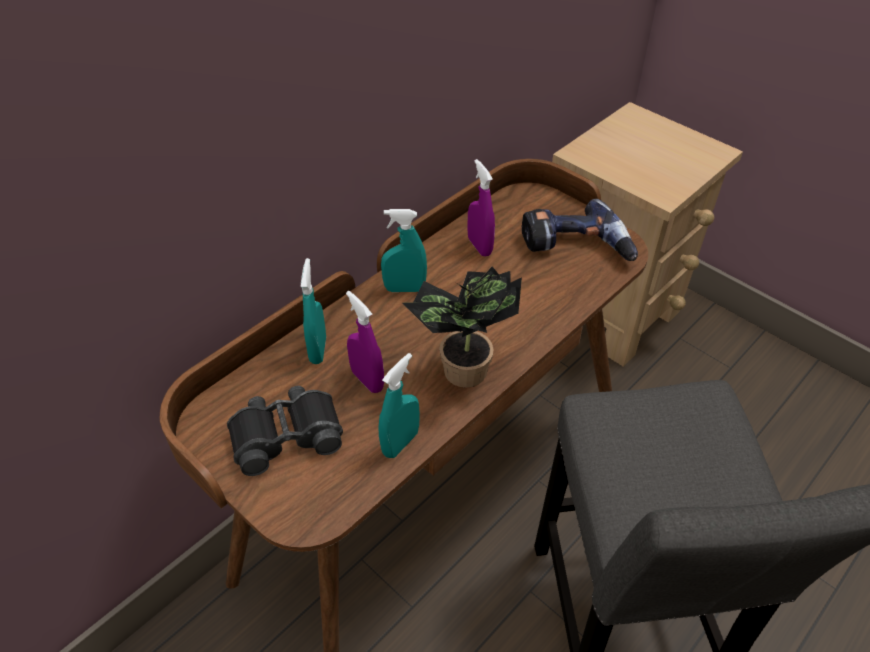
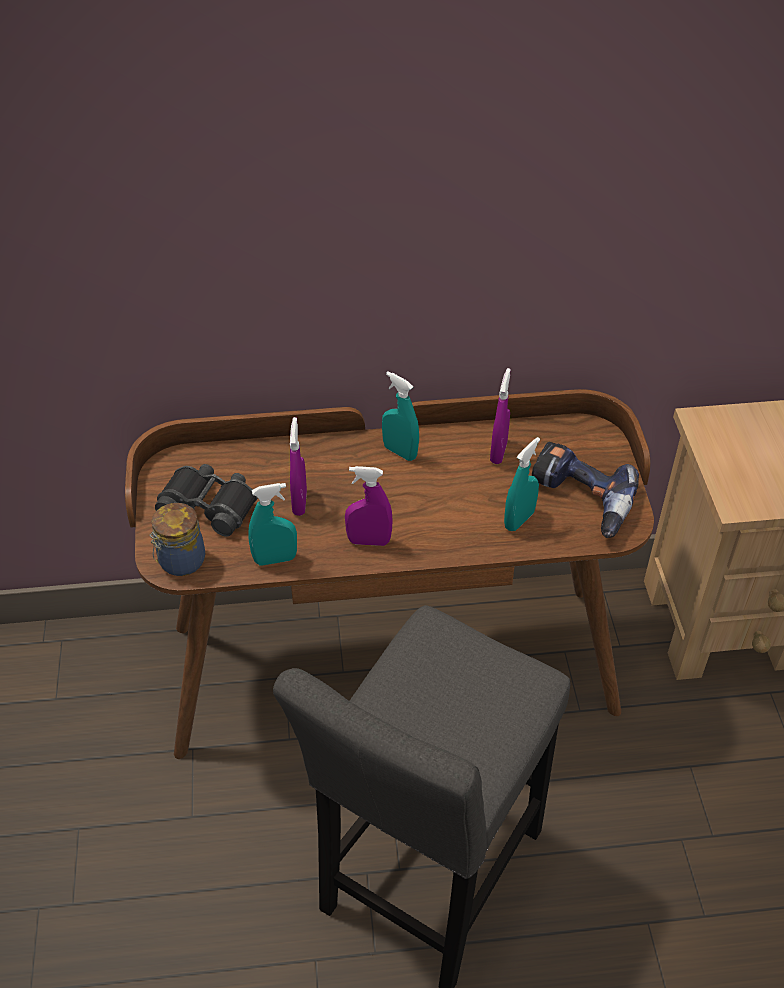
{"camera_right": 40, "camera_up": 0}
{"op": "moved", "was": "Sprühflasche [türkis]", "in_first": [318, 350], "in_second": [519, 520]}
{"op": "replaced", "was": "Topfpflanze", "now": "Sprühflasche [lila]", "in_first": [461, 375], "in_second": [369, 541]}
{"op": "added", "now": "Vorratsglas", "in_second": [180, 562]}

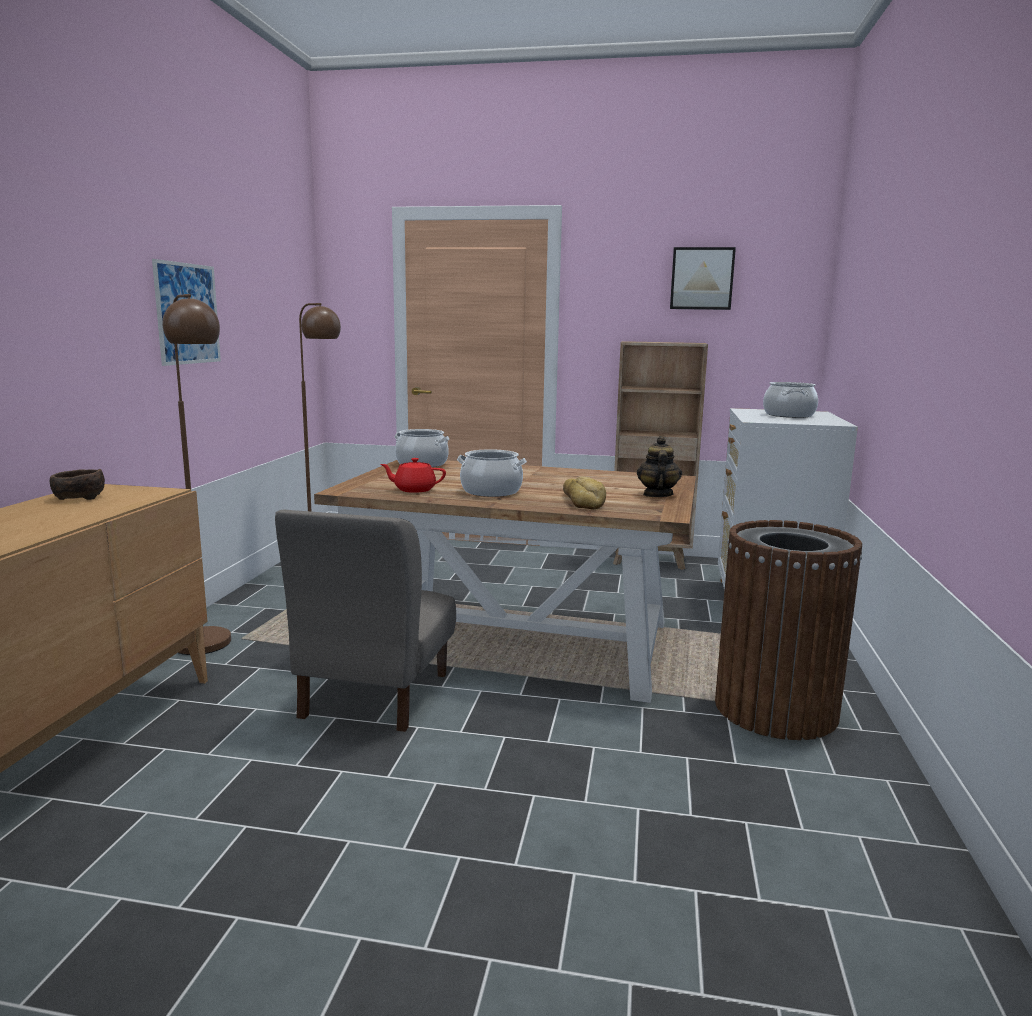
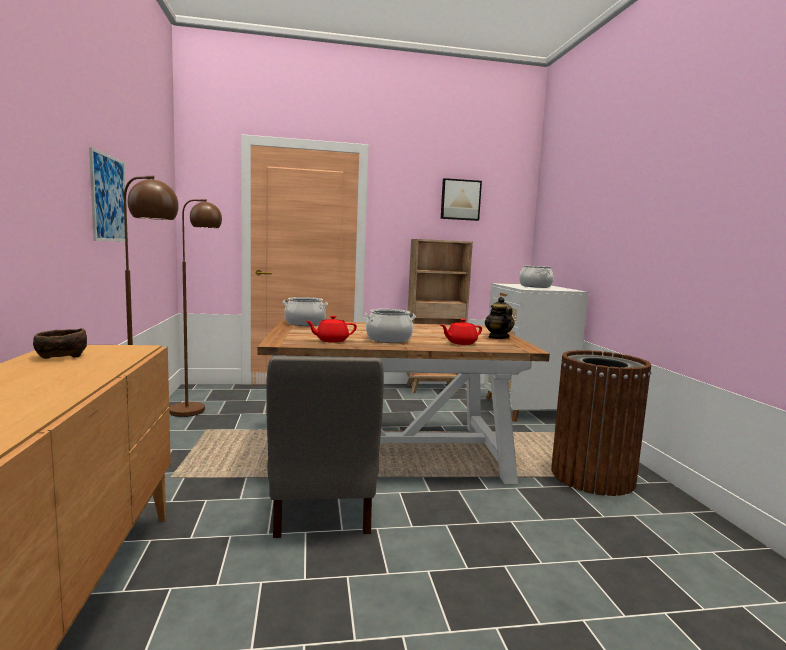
{"camera_right": -20, "camera_up": -5}
{"op": "replaced", "was": "Brot", "now": "Teekanne [rot]", "in_first": [583, 501], "in_second": [460, 343]}

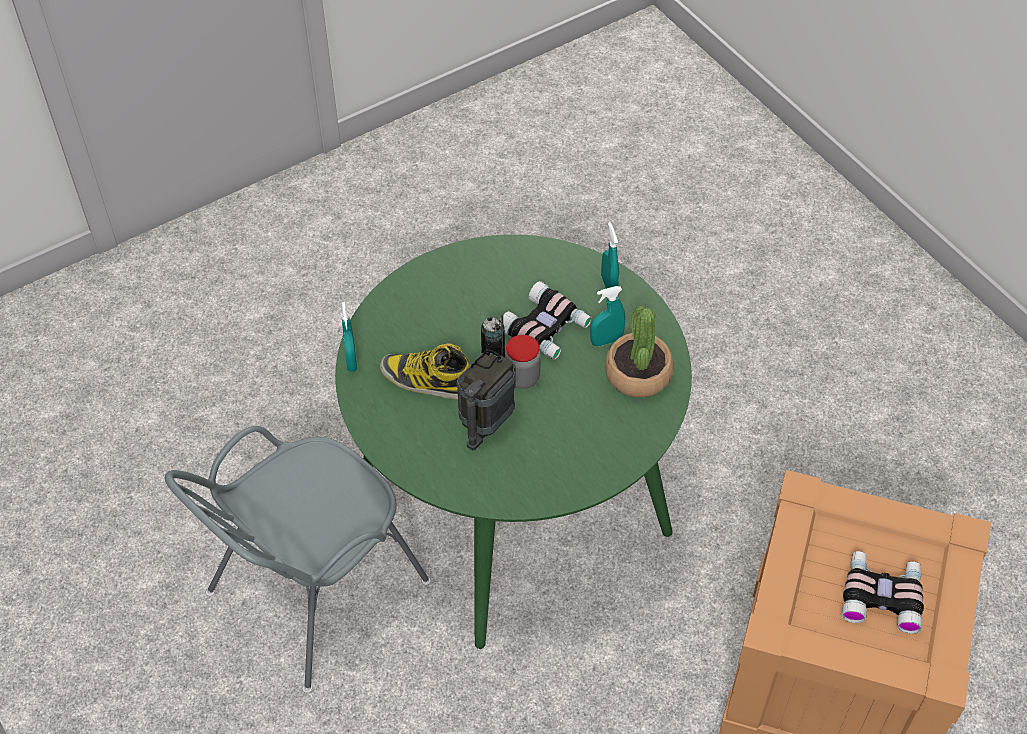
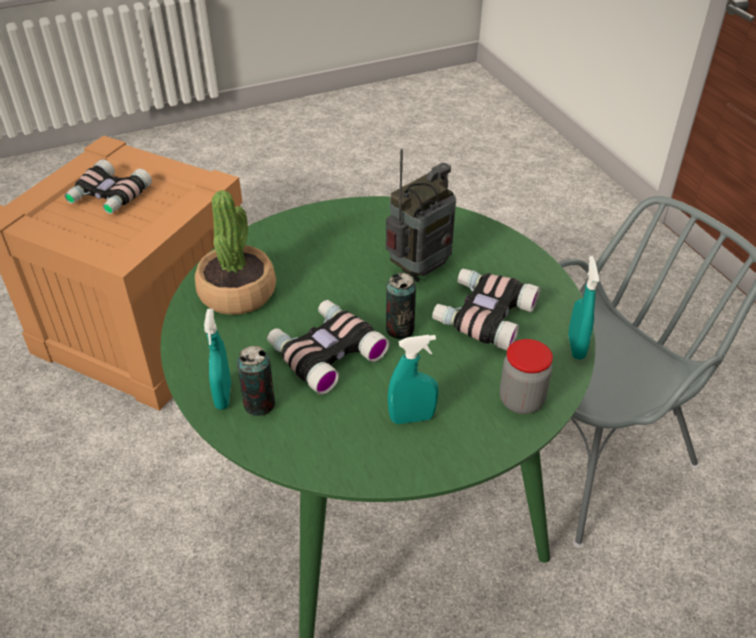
{"camera_right": -170, "camera_up": -10}
{"op": "replaced", "was": "Stiefel", "now": "Fernglas", "in_first": [426, 380], "in_second": [483, 315]}
{"op": "moved", "was": "Vorratsglas", "in_first": [522, 378], "in_second": [521, 400]}
{"op": "moved", "was": "Sprühflasche [türkis]", "in_first": [606, 341], "in_second": [412, 418]}
{"op": "added", "now": "Dose", "in_second": [259, 404]}

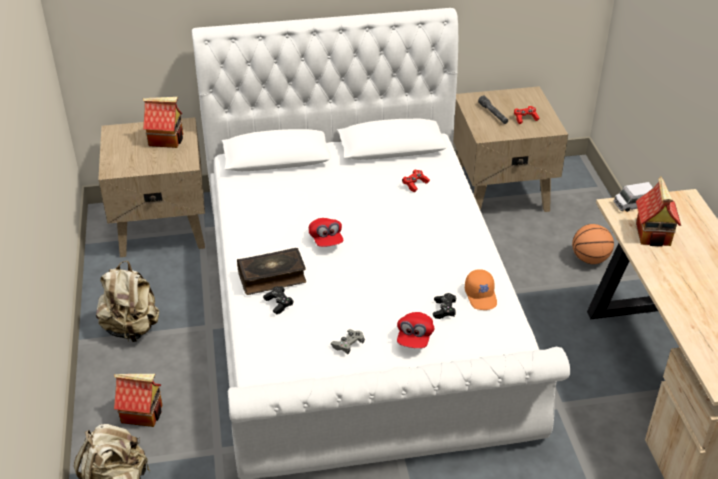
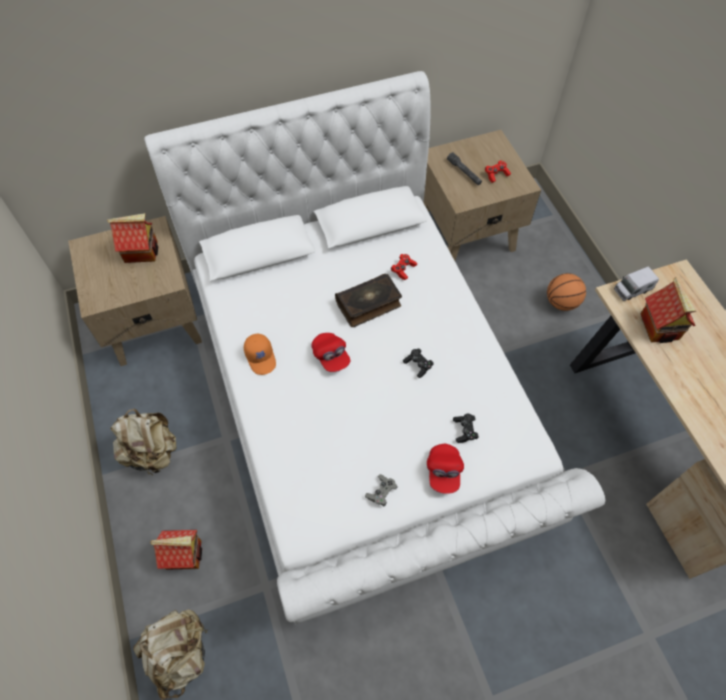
{"camera_right": -10, "camera_up": 20}
{"op": "moved", "was": "Buch", "in_first": [272, 277], "in_second": [369, 304]}
{"op": "moved", "was": "Gamepad [schwarz]", "in_first": [278, 304], "in_second": [418, 365]}
{"op": "moved", "was": "Kappe [orange]", "in_first": [481, 296], "in_second": [261, 357]}

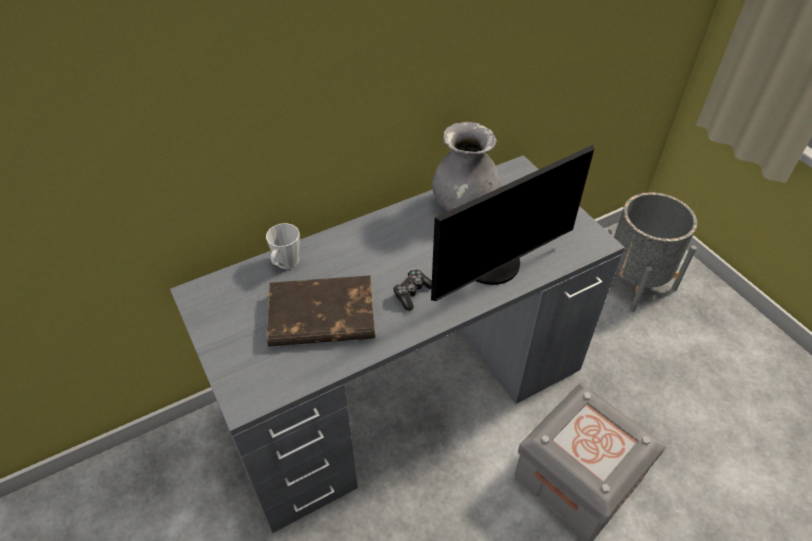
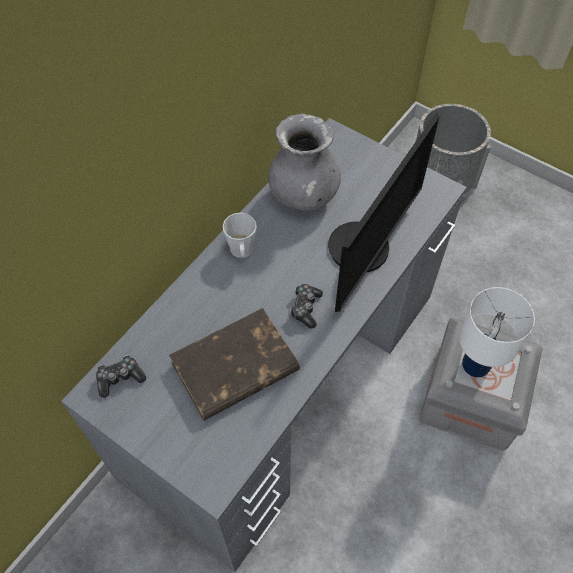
{"camera_right": -25, "camera_up": 10}
{"op": "moved", "was": "Henkelbecher [grau]", "in_first": [285, 264], "in_second": [242, 252]}
{"op": "added", "now": "Gamepad", "in_second": [120, 378]}
{"op": "added", "now": "Tischlampe [weiß]", "in_second": [476, 367]}

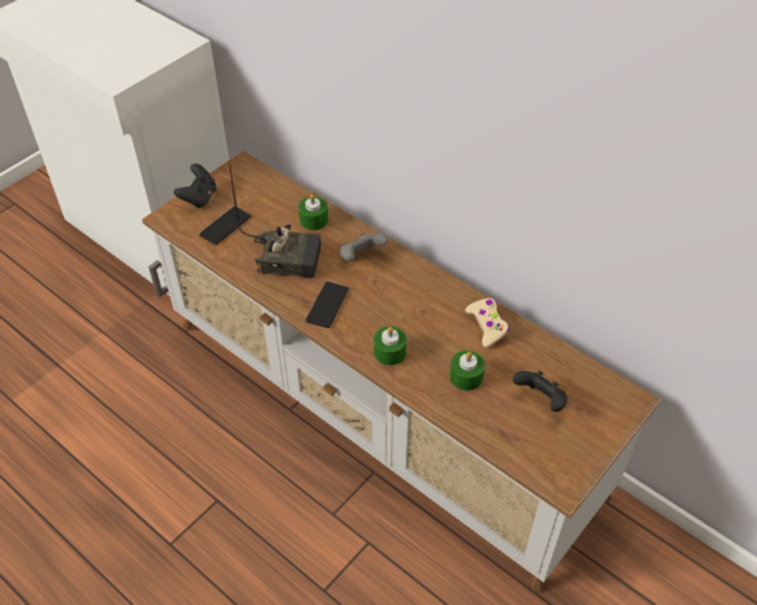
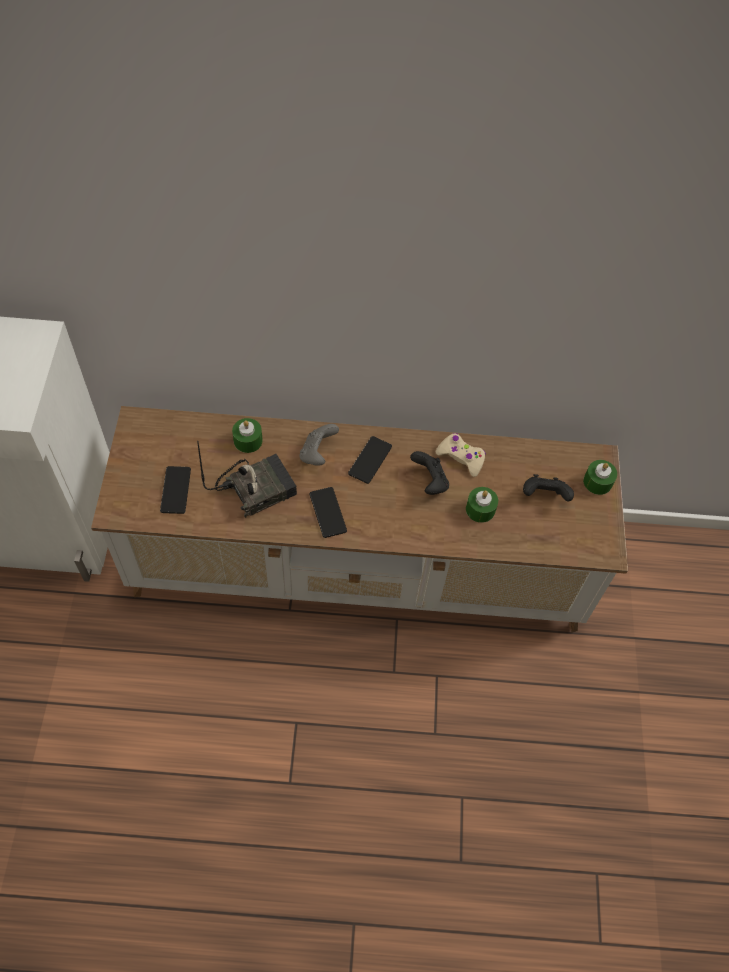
{"camera_right": -40, "camera_up": 10}
{"op": "moved", "was": "Gamepad [schwarz]", "in_first": [199, 198], "in_second": [429, 482]}
{"op": "moved", "was": "Kerze [grün]", "in_first": [389, 352], "in_second": [597, 482]}
{"op": "added", "now": "Handy", "in_second": [370, 460]}

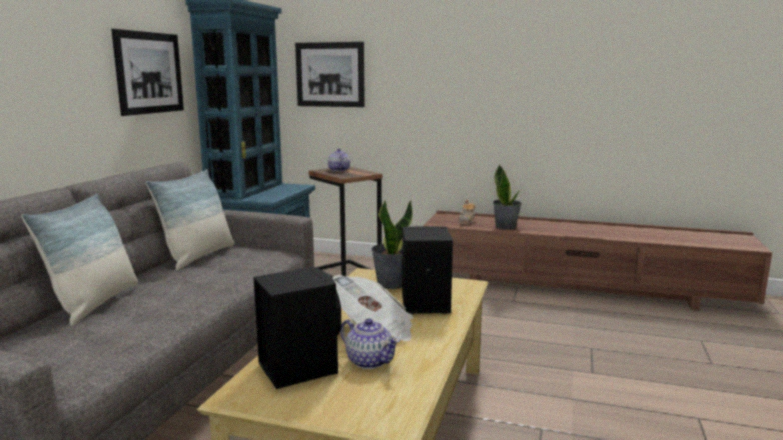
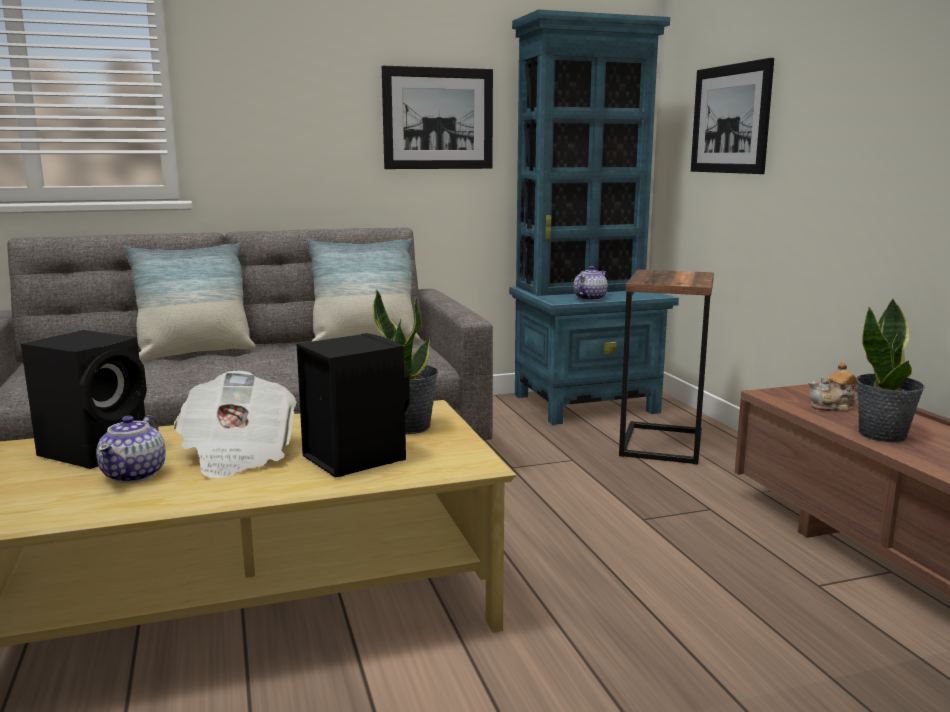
{"camera_right": 55, "camera_up": 0}
{"op": "moved", "was": "Teekanne", "in_first": [338, 170], "in_second": [589, 298]}

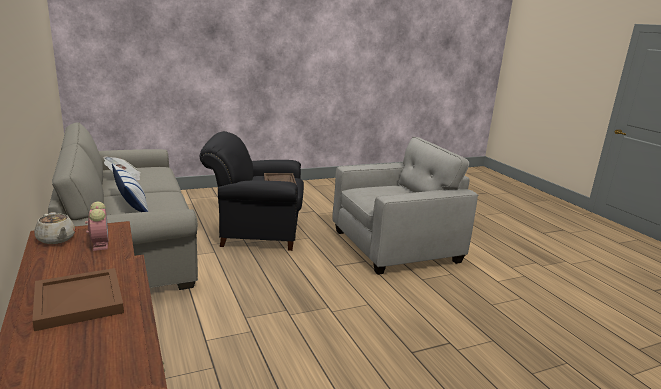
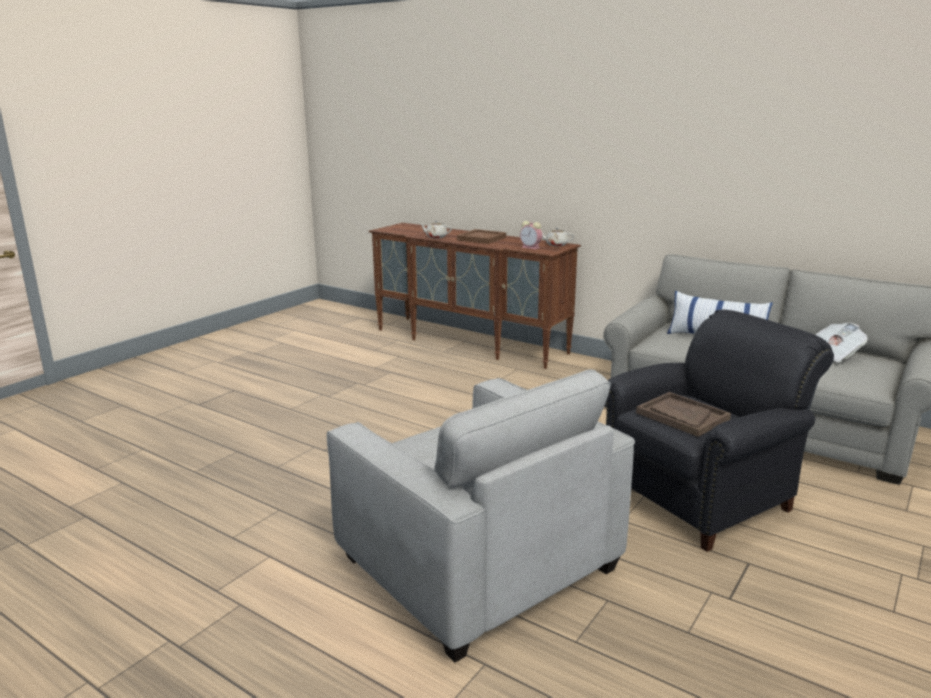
{"camera_right": 150, "camera_up": 0}
{"op": "turned", "was": "Sessel [grau]", "in_first": [395, 246], "in_second": [477, 564], "clockwise": -75}
{"op": "added", "now": "Teekanne [beige]", "in_second": [436, 237]}

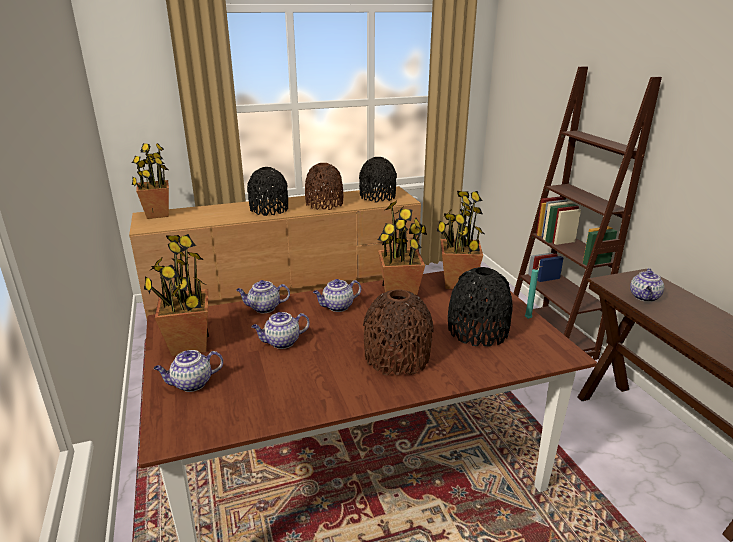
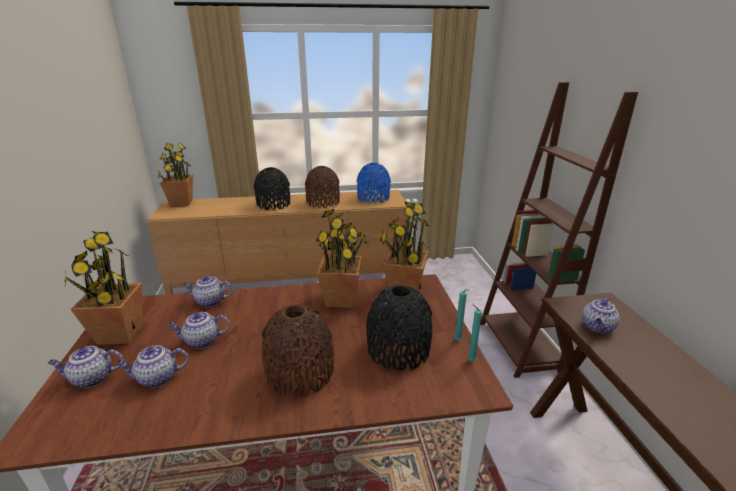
{"camera_right": 10, "camera_up": 0}
{"op": "moved", "was": "Teekanne", "in_first": [337, 307], "in_second": [157, 378]}
{"op": "recoloured", "was": "Vase [schwarz]", "now": "Vase [blau]", "in_first": [377, 197], "in_second": [373, 198]}
{"op": "added", "now": "Kerze [türkis]", "in_second": [470, 360]}

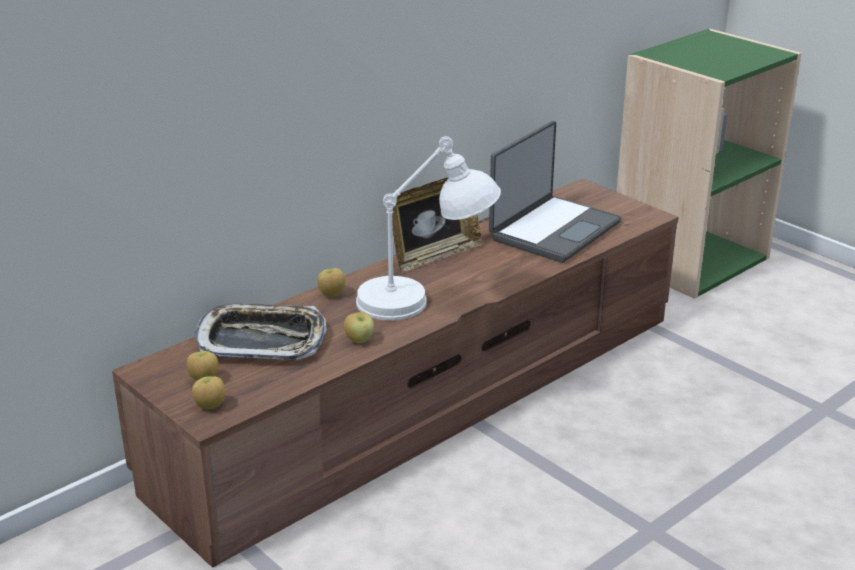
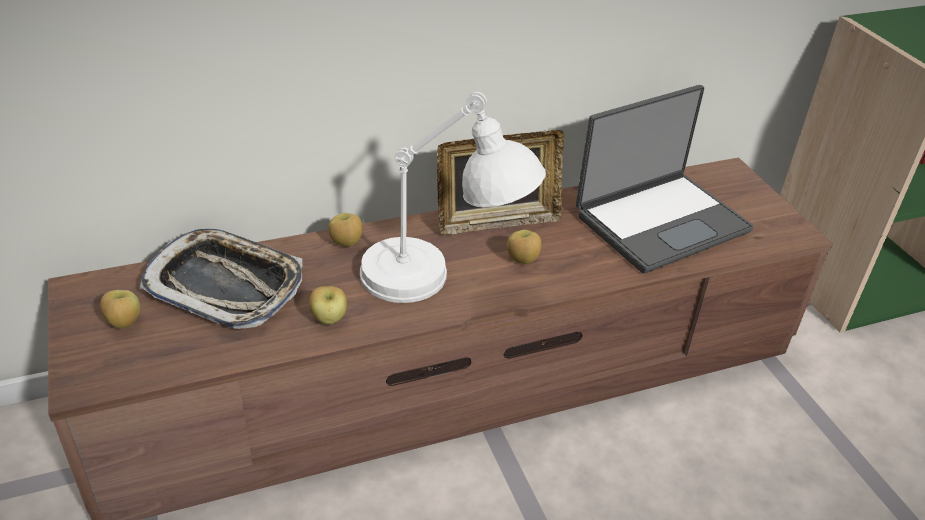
{"camera_right": 20, "camera_up": 10}
{"op": "moved", "was": "Apfel", "in_first": [210, 406], "in_second": [522, 260]}

